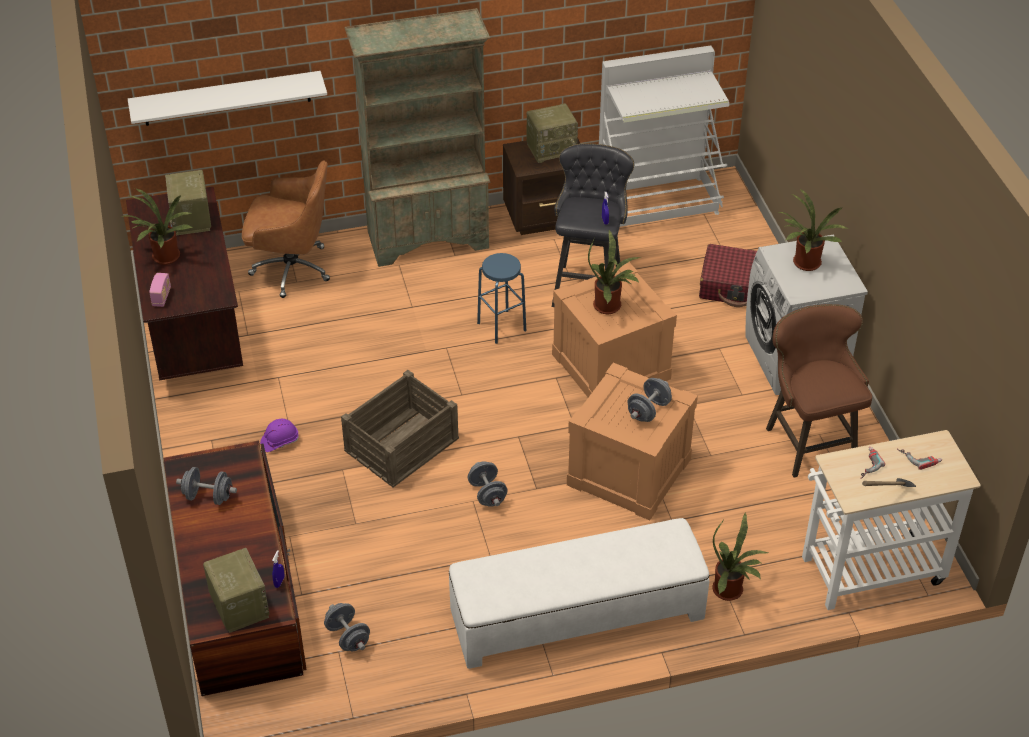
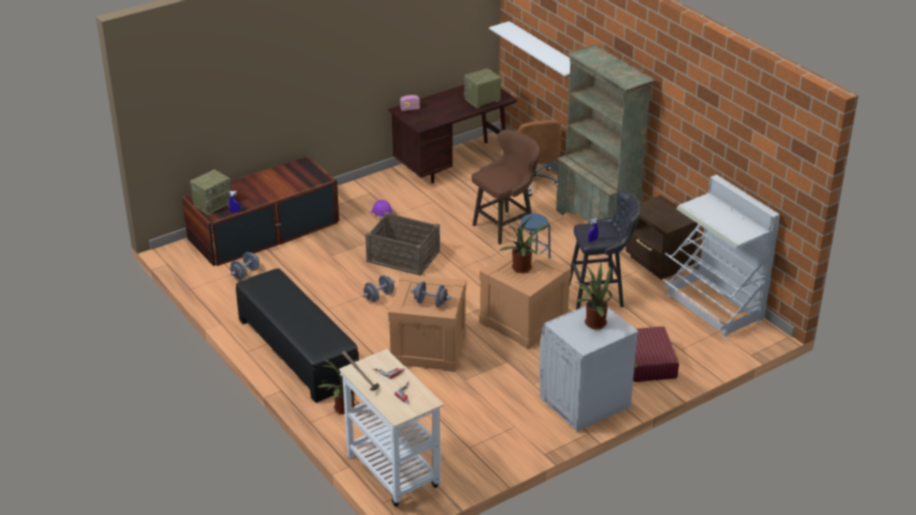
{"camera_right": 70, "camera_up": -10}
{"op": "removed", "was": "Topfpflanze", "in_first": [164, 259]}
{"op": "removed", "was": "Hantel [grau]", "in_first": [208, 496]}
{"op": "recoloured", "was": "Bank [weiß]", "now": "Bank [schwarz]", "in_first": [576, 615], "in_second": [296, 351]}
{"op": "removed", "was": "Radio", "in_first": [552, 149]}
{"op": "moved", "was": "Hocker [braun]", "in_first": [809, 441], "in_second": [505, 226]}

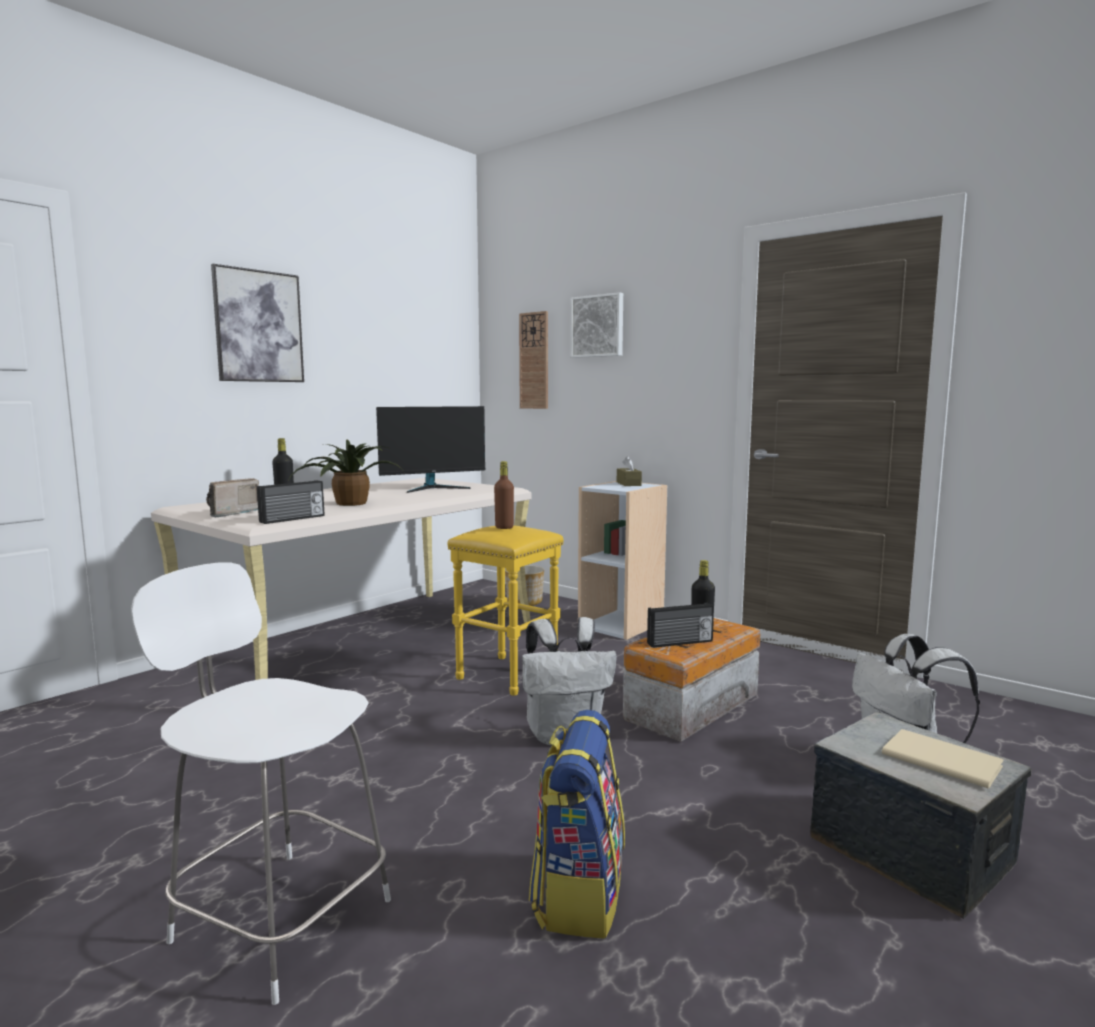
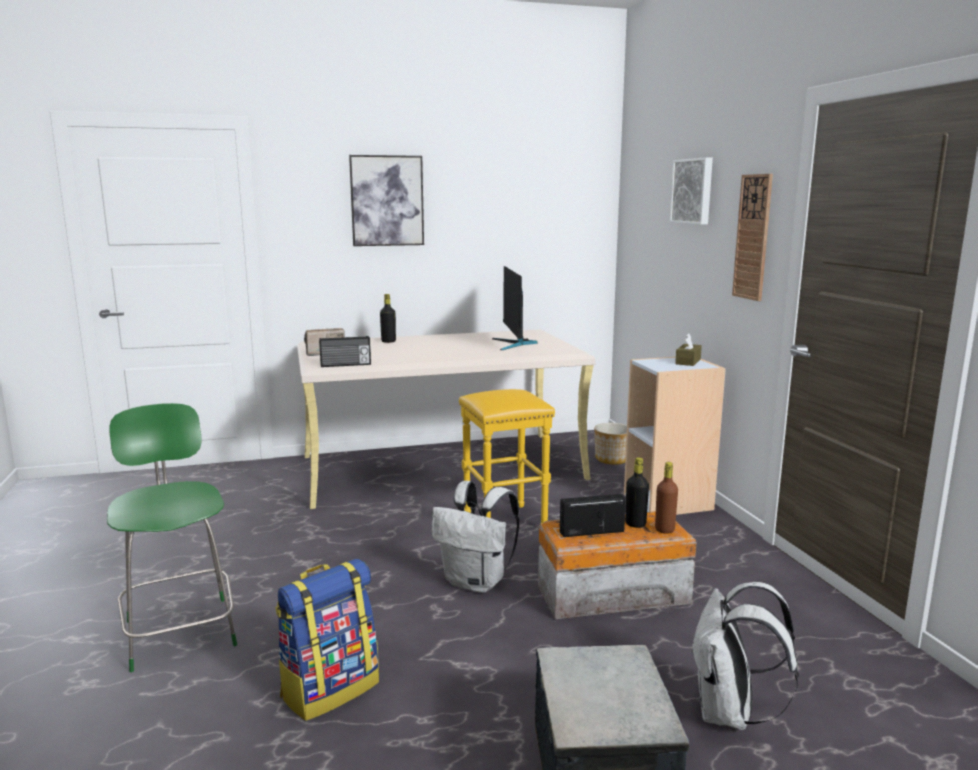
{"camera_right": 35, "camera_up": 5}
{"op": "recoloured", "was": "Stuhl [weiß]", "now": "Stuhl [grün]", "in_first": [278, 917], "in_second": [180, 630]}
{"op": "removed", "was": "Topfpflanze", "in_first": [349, 504]}
{"op": "turned", "was": "Monitor", "in_first": [433, 488], "in_second": [514, 344], "clockwise": 75}
{"op": "moved", "was": "Flasche [braun]", "in_first": [504, 527], "in_second": [664, 529]}
{"op": "moved", "was": "Wanduhr", "in_first": [534, 361], "in_second": [753, 237]}
{"op": "turned", "was": "Radio", "in_first": [680, 643], "in_second": [591, 531], "clockwise": 150}
{"op": "removed", "was": "Buch [beige]", "in_first": [939, 758]}

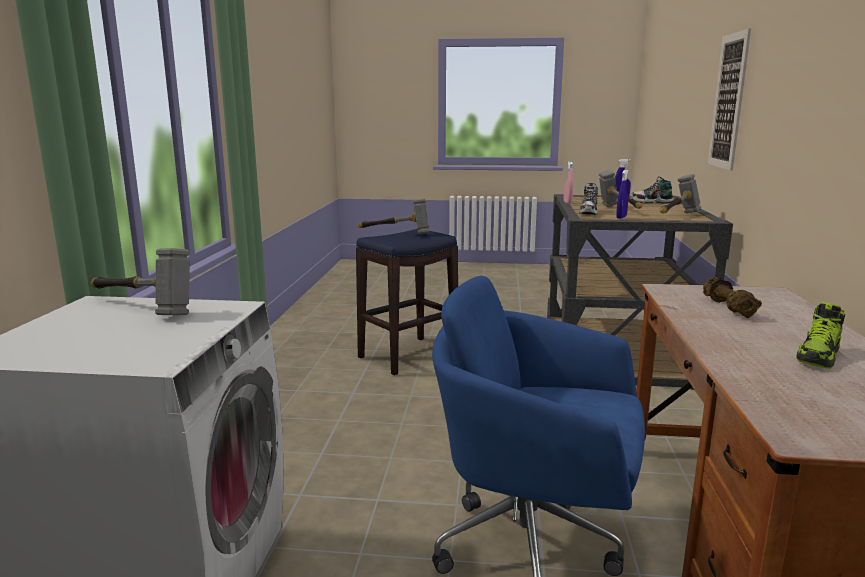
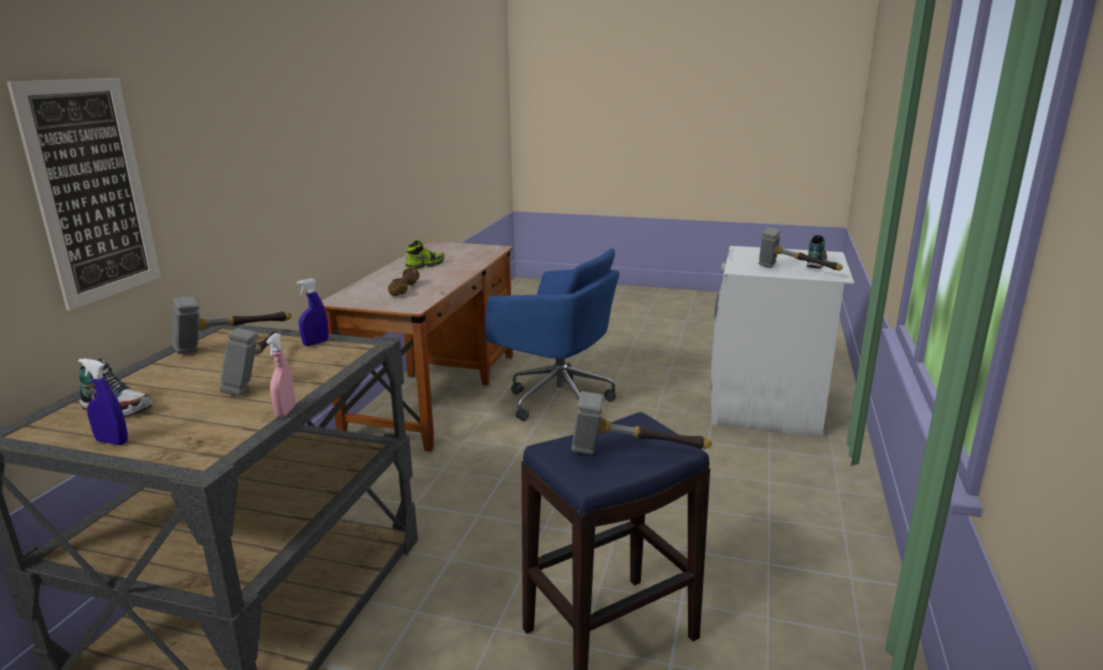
{"camera_right": -170, "camera_up": 5}
{"op": "moved", "was": "Schuh", "in_first": [589, 212], "in_second": [815, 263]}

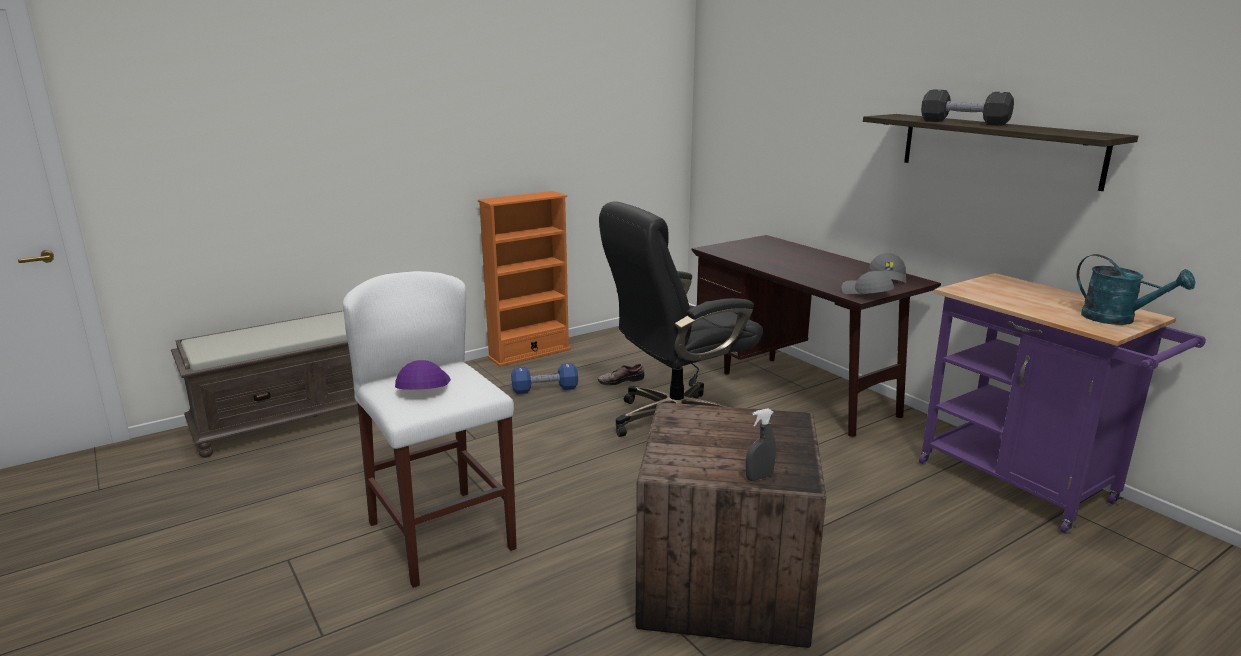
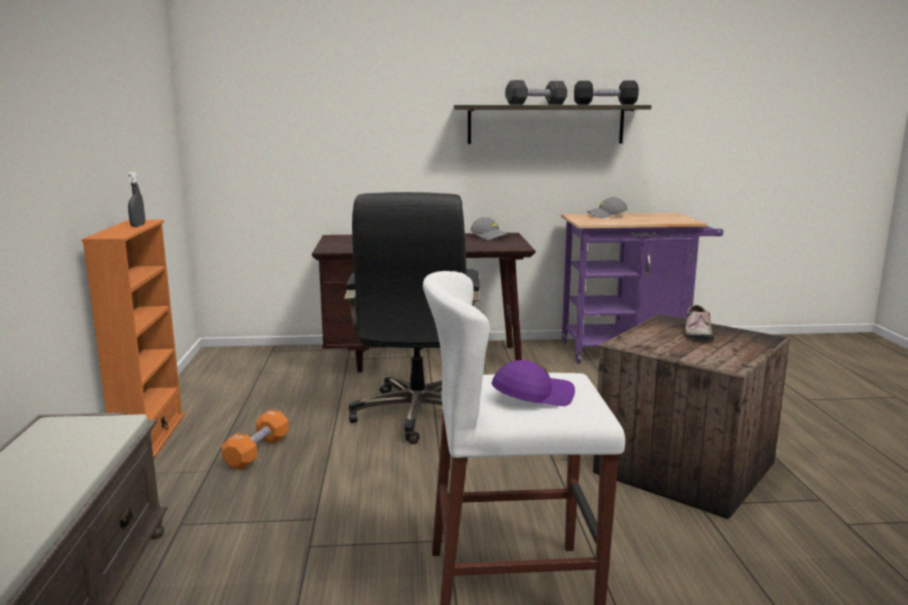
{"camera_right": -60, "camera_up": -5}
{"op": "turned", "was": "Kappe [lila]", "in_first": [422, 387], "in_second": [532, 396], "clockwise": 135}
{"op": "recoloured", "was": "Hantel [blau]", "now": "Hantel [orange]", "in_first": [545, 389], "in_second": [257, 452]}
{"op": "moved", "was": "Schuh", "in_first": [620, 380], "in_second": [696, 333]}
{"op": "moved", "was": "Sprühflasche [grau]", "in_first": [759, 478], "in_second": [138, 226]}
{"op": "moved", "was": "Kappe [grau]", "in_first": [866, 293], "in_second": [606, 216]}
{"op": "removed", "was": "Gießkanne [türkis]", "in_first": [1117, 319]}
{"op": "added", "now": "Hantel [schwarz]", "in_second": [605, 104]}

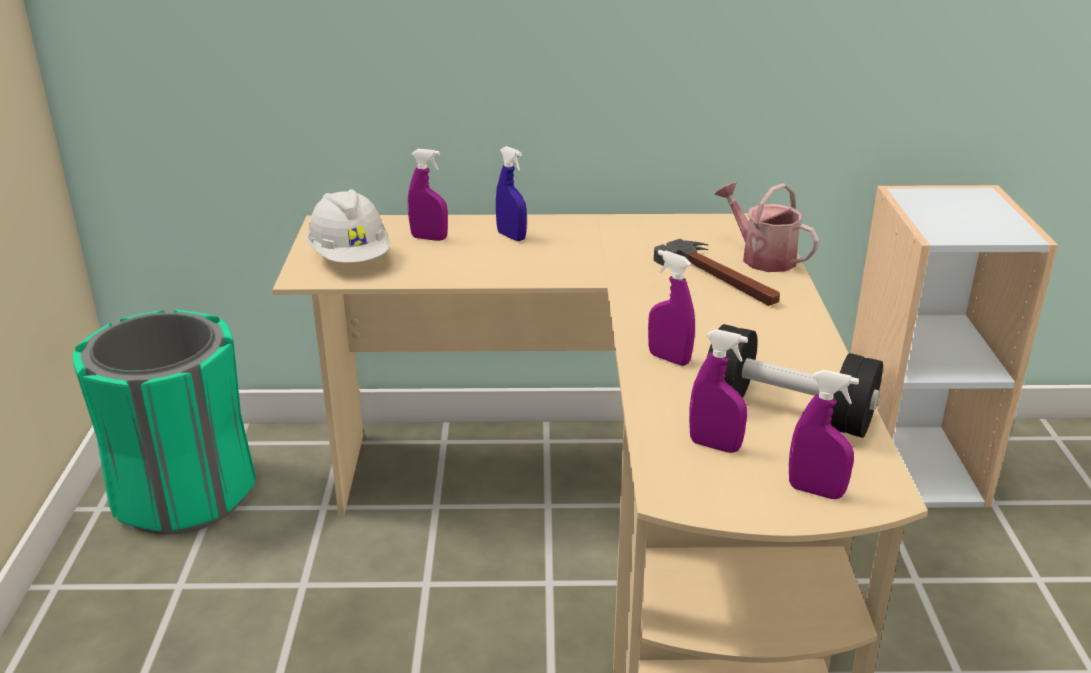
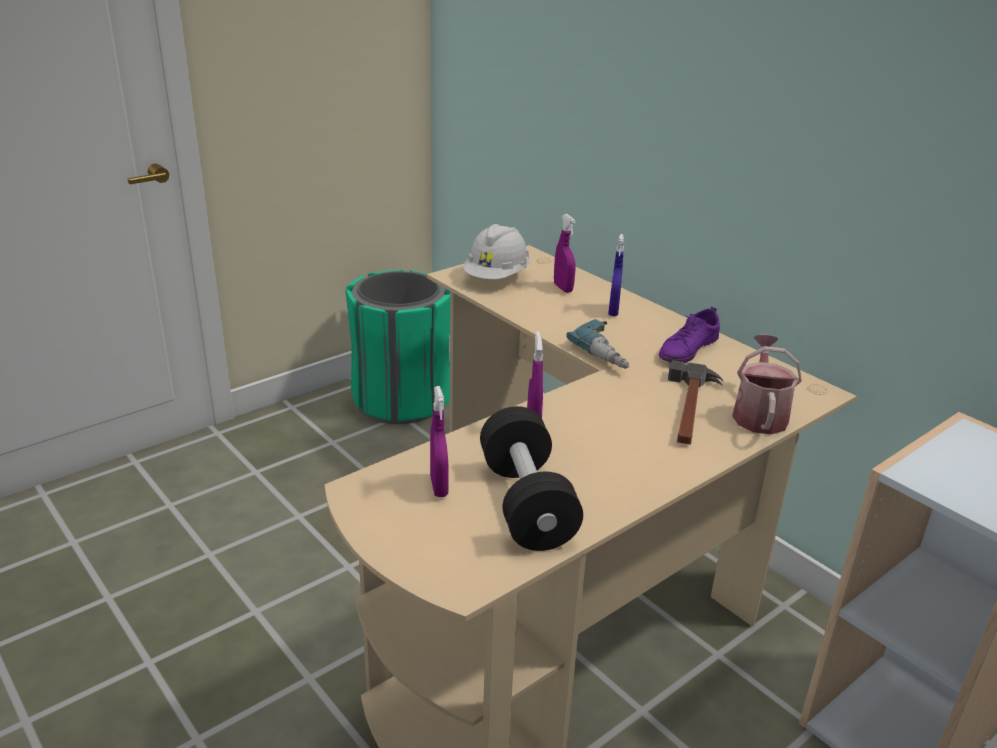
{"camera_right": 50, "camera_up": 0}
{"op": "removed", "was": "Sprühflasche [lila]", "in_first": [815, 491]}
{"op": "added", "now": "Bohrmaschine", "in_second": [609, 352]}
{"op": "added", "now": "Schuh [lila]", "in_second": [688, 349]}

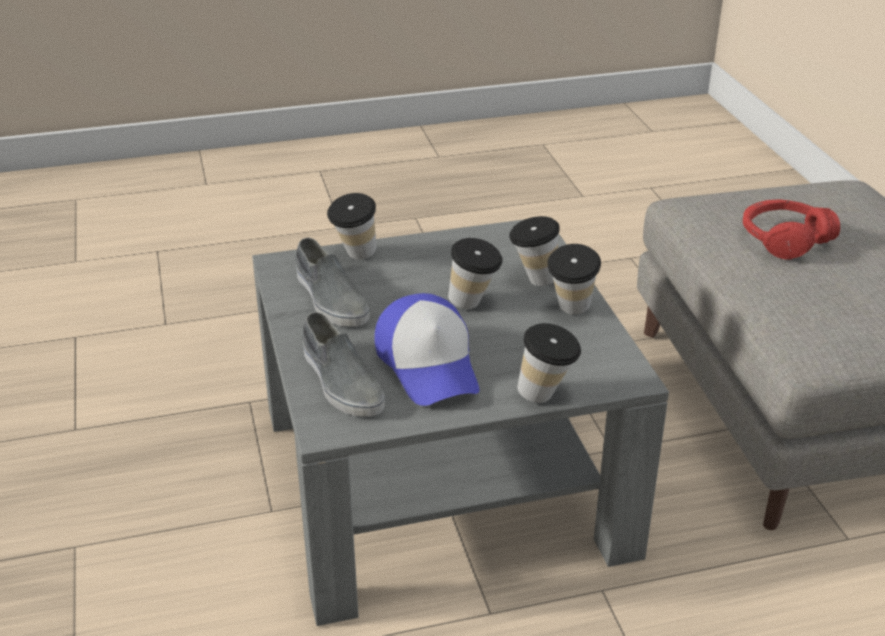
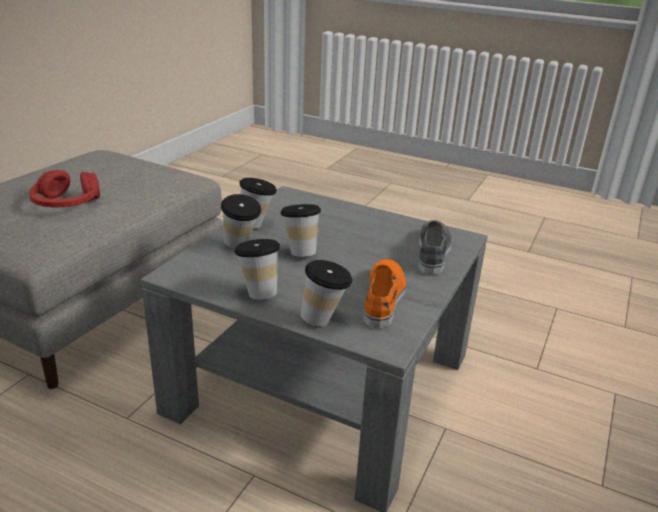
{"camera_right": -140, "camera_up": -5}
{"op": "recoloured", "was": "Schuh [grau]", "now": "Schuh [orange]", "in_first": [330, 298], "in_second": [383, 298]}
{"op": "removed", "was": "Kappe", "in_first": [429, 364]}
{"op": "moved", "was": "Tasse", "in_first": [546, 396], "in_second": [258, 292]}

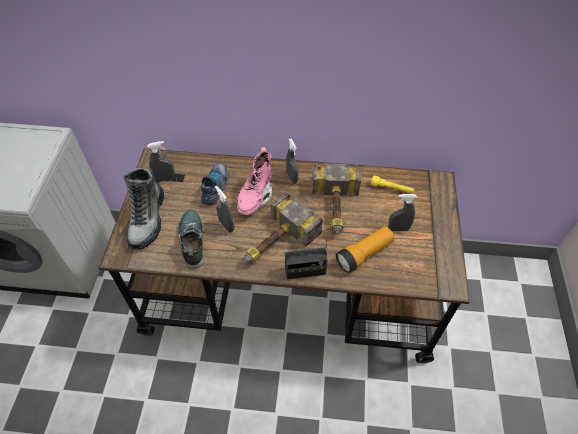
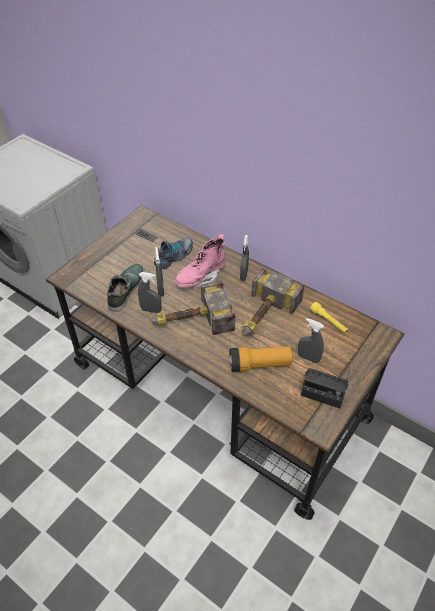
{"camera_right": 30, "camera_up": -5}
{"op": "removed", "was": "Stiefel", "in_first": [147, 220]}
{"op": "moved", "was": "Sprühflasche [grau]", "in_first": [165, 178], "in_second": [151, 310]}
{"op": "moved", "was": "Radio", "in_first": [305, 271], "in_second": [322, 396]}

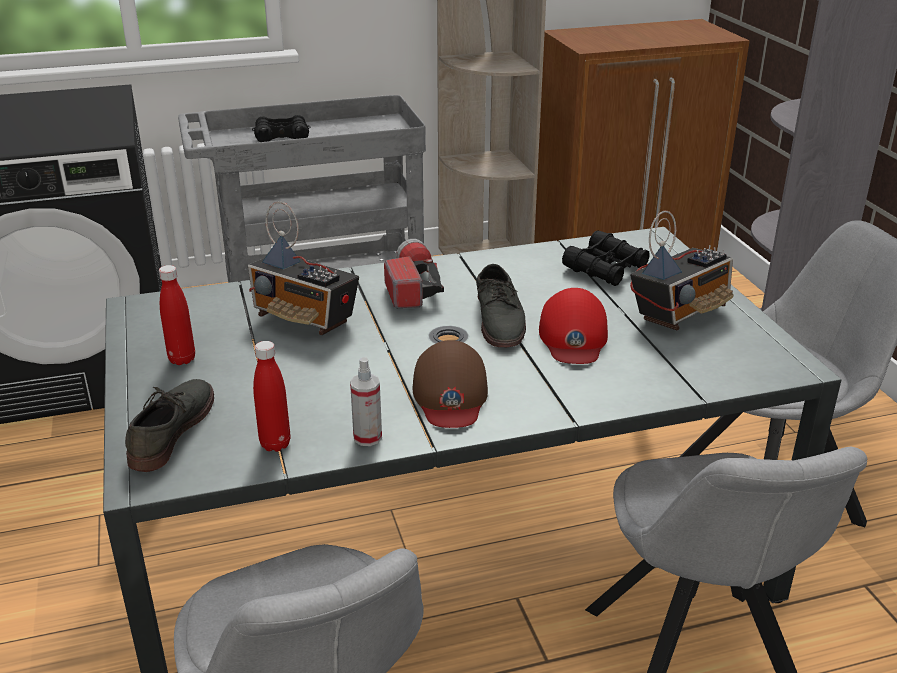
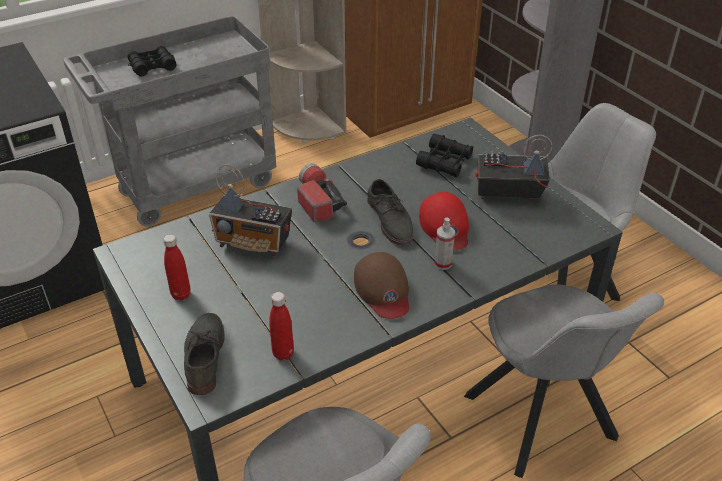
{"camera_right": -15, "camera_up": 10}
{"op": "moved", "was": "Sprühflasche", "in_first": [367, 437], "in_second": [443, 263]}
{"op": "turned", "was": "Radio", "in_first": [680, 313], "in_second": [507, 193], "clockwise": -120}

